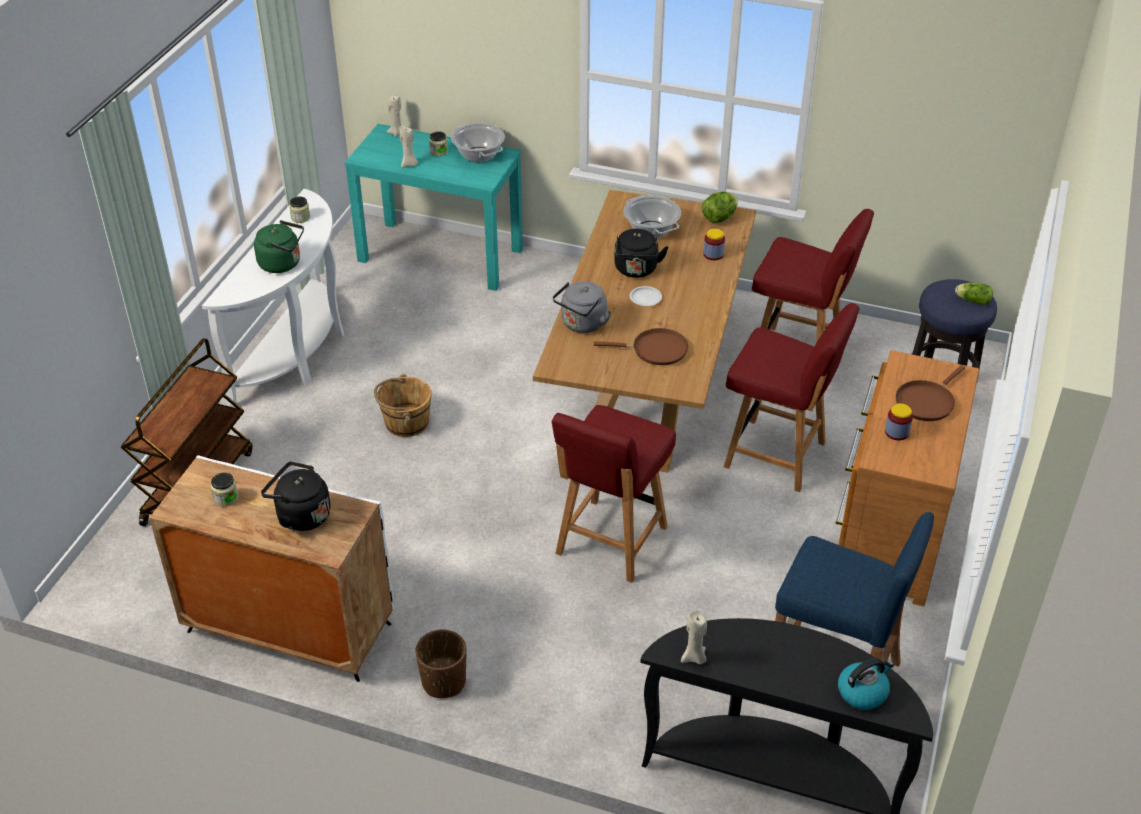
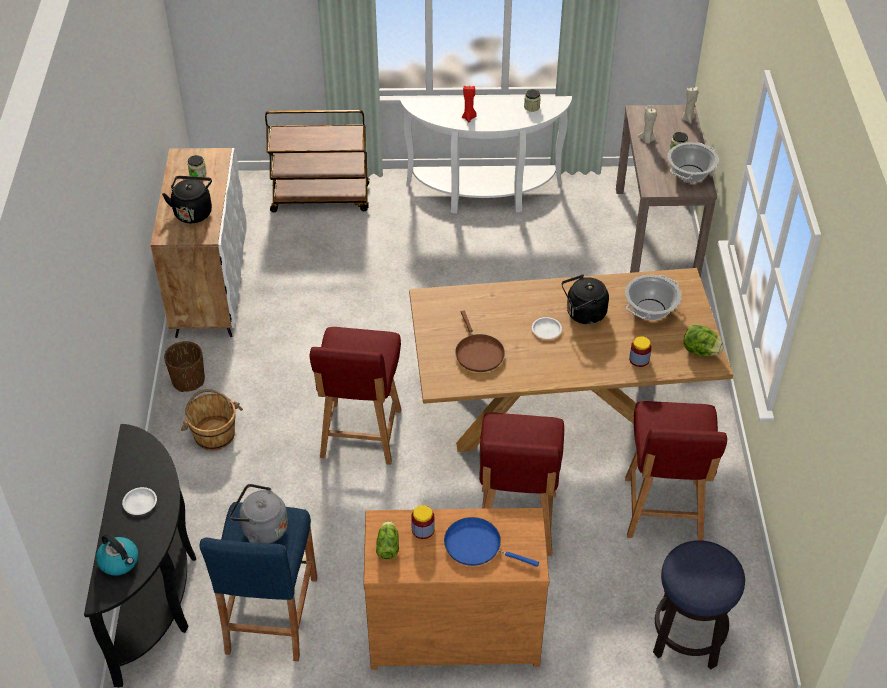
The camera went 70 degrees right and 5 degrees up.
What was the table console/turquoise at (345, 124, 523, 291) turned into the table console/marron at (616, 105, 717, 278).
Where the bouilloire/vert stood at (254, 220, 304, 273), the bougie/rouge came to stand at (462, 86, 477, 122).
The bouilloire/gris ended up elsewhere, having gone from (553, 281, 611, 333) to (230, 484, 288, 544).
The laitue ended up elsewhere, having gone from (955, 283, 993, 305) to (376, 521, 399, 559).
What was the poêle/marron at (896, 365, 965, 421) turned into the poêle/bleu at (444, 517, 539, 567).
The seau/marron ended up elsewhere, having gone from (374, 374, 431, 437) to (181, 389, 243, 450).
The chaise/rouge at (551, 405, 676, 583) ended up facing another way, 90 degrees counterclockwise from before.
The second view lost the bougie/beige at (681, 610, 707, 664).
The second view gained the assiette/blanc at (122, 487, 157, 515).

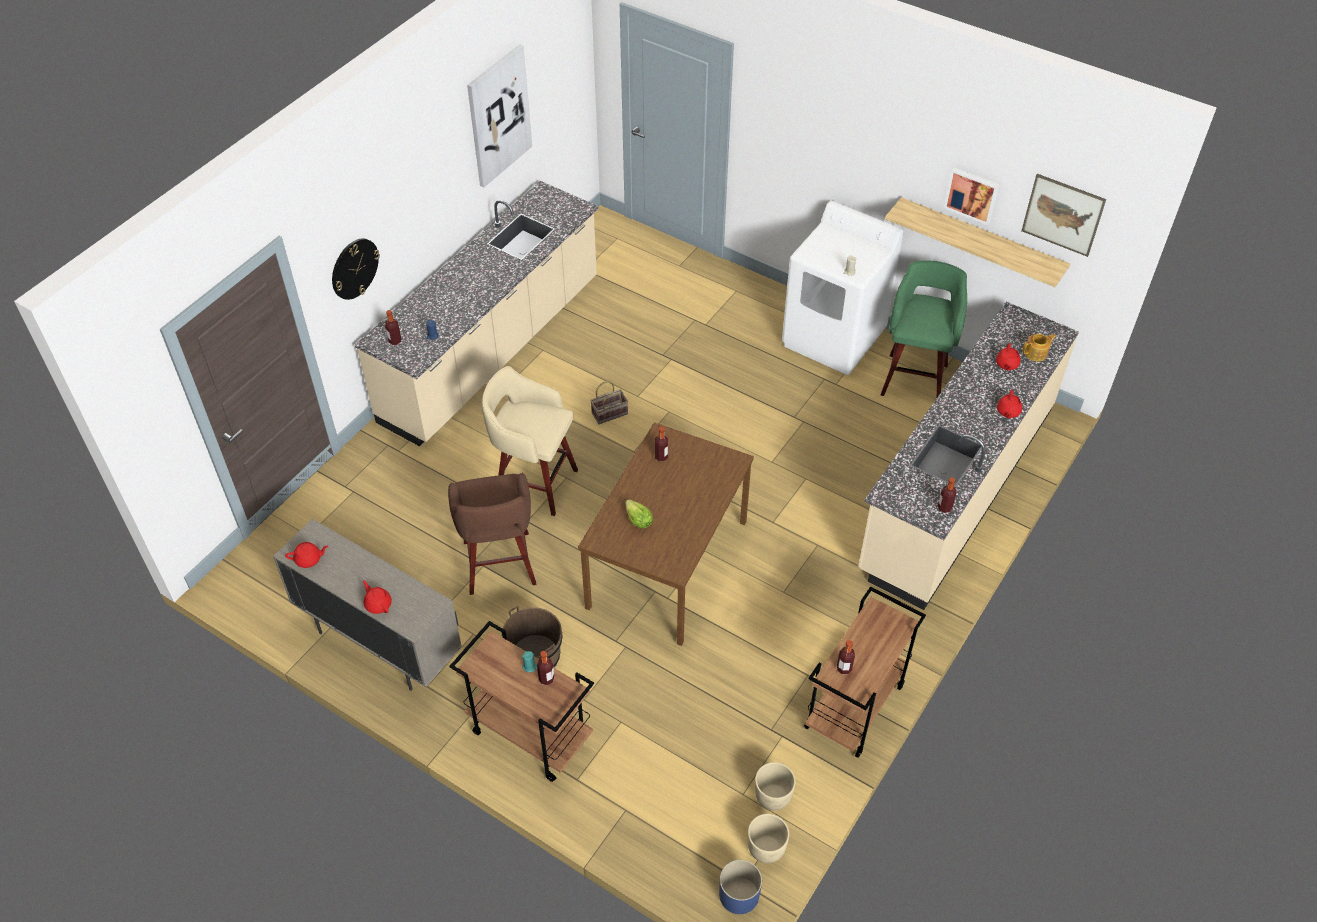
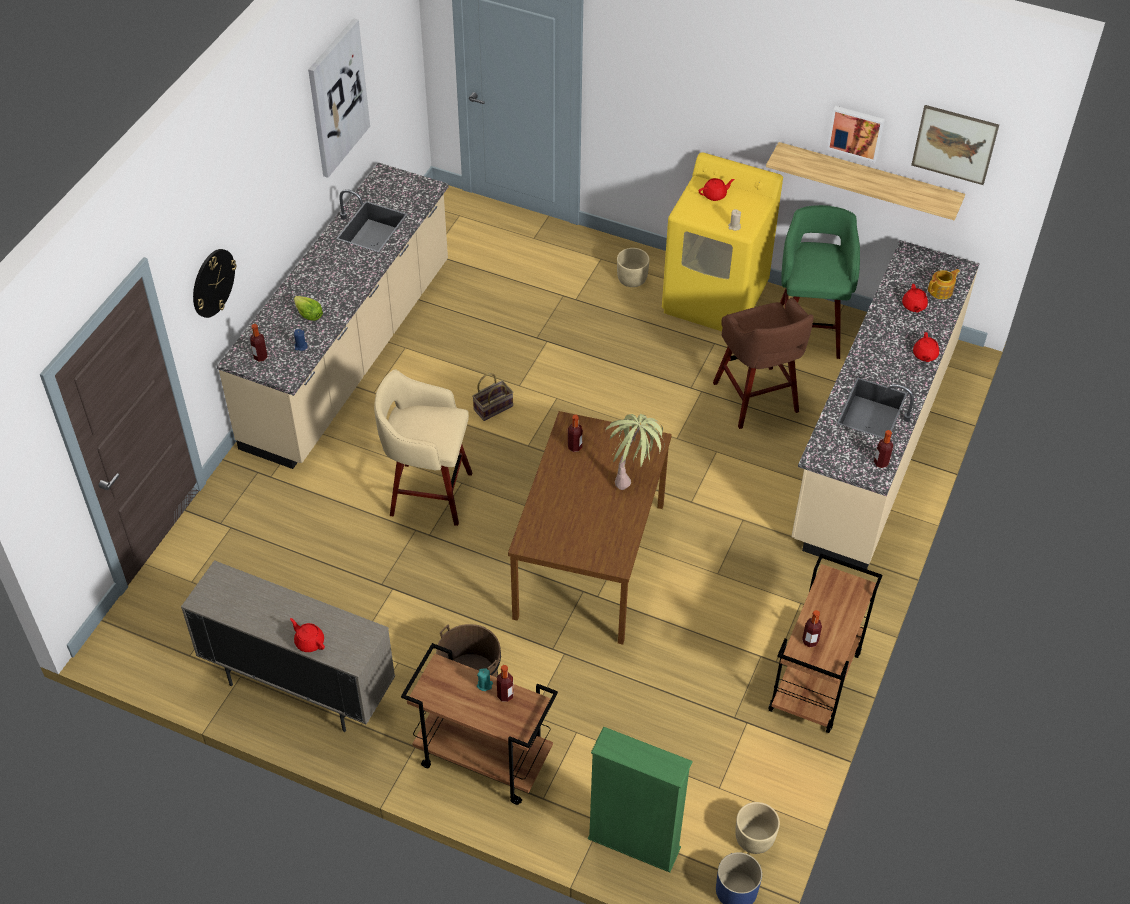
The camera went 10 degrees left and 0 degrees up.
What was the lave-linge/blanc at (782, 201, 903, 375) turned into the lave-linge/jaune at (662, 152, 783, 331).
The tabouret/marron ended up elsewhere, having gone from (448, 473, 536, 595) to (713, 298, 814, 429).
The laitue ended up elsewhere, having gone from (625, 499, 653, 528) to (294, 296, 323, 321).
The théière/rouge ended up elsewhere, having gone from (285, 542, 328, 568) to (699, 178, 735, 201).
The cache-pot/beige ended up elsewhere, having gone from (755, 762, 796, 811) to (617, 248, 650, 287).
The second view gained the plante en pot at (605, 414, 665, 490).
The second view gained the bibliothèque/vert at (588, 726, 693, 873).

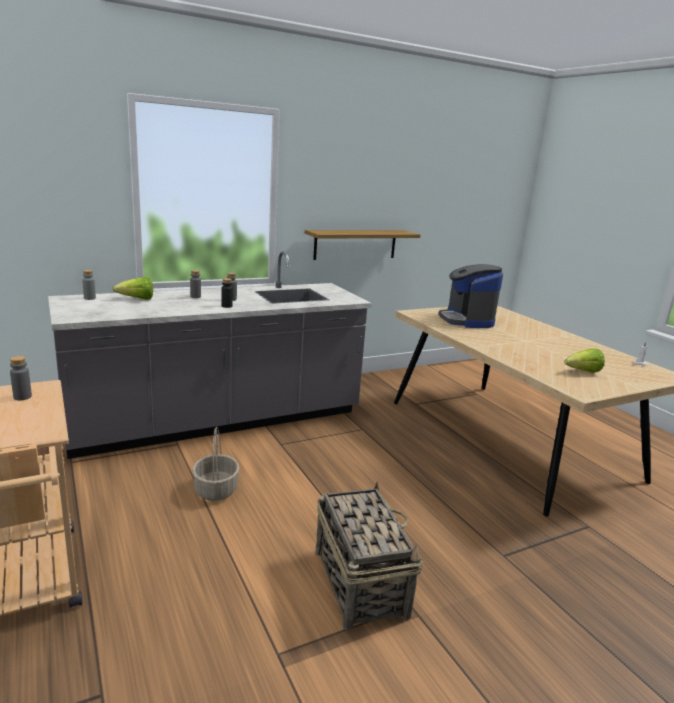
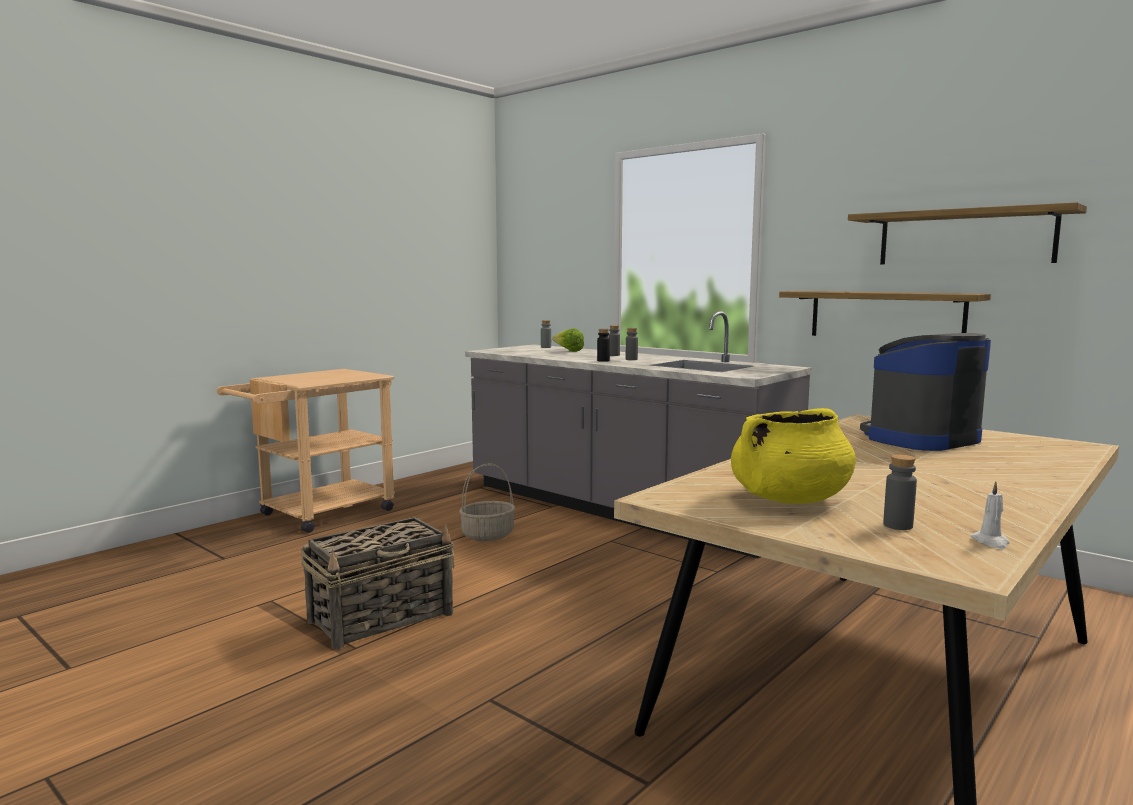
The camera went 70 degrees right and 10 degrees down.
Where the laitue stood at (564, 348, 605, 373), the marmite/jaune came to stand at (731, 408, 856, 504).
The bouteille/gris ended up elsewhere, having gone from (10, 356, 32, 400) to (883, 454, 917, 530).
The second view gained the étagère at (848, 202, 1087, 264).

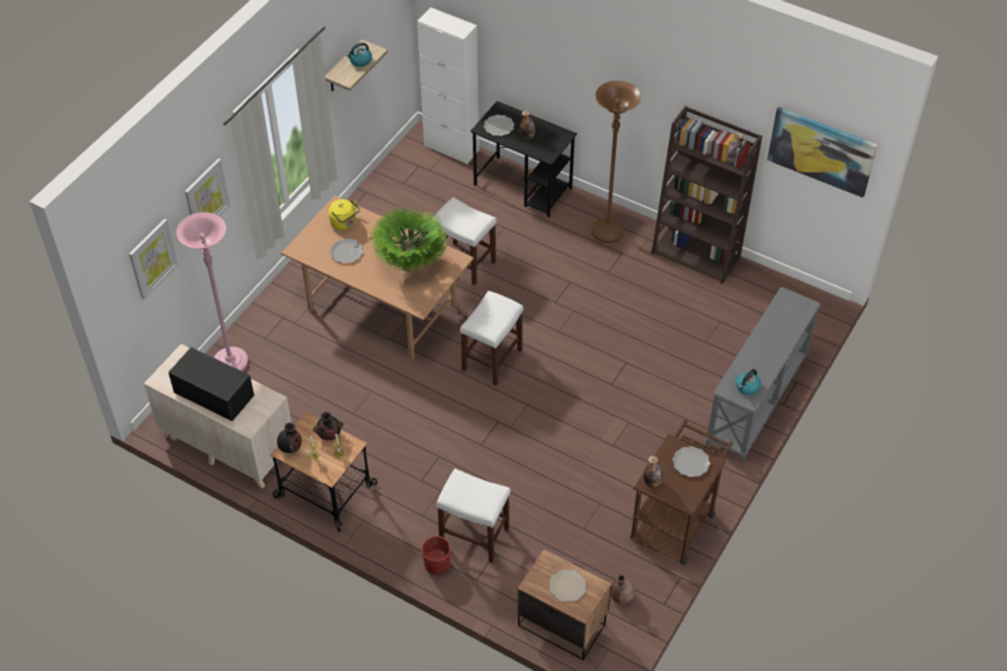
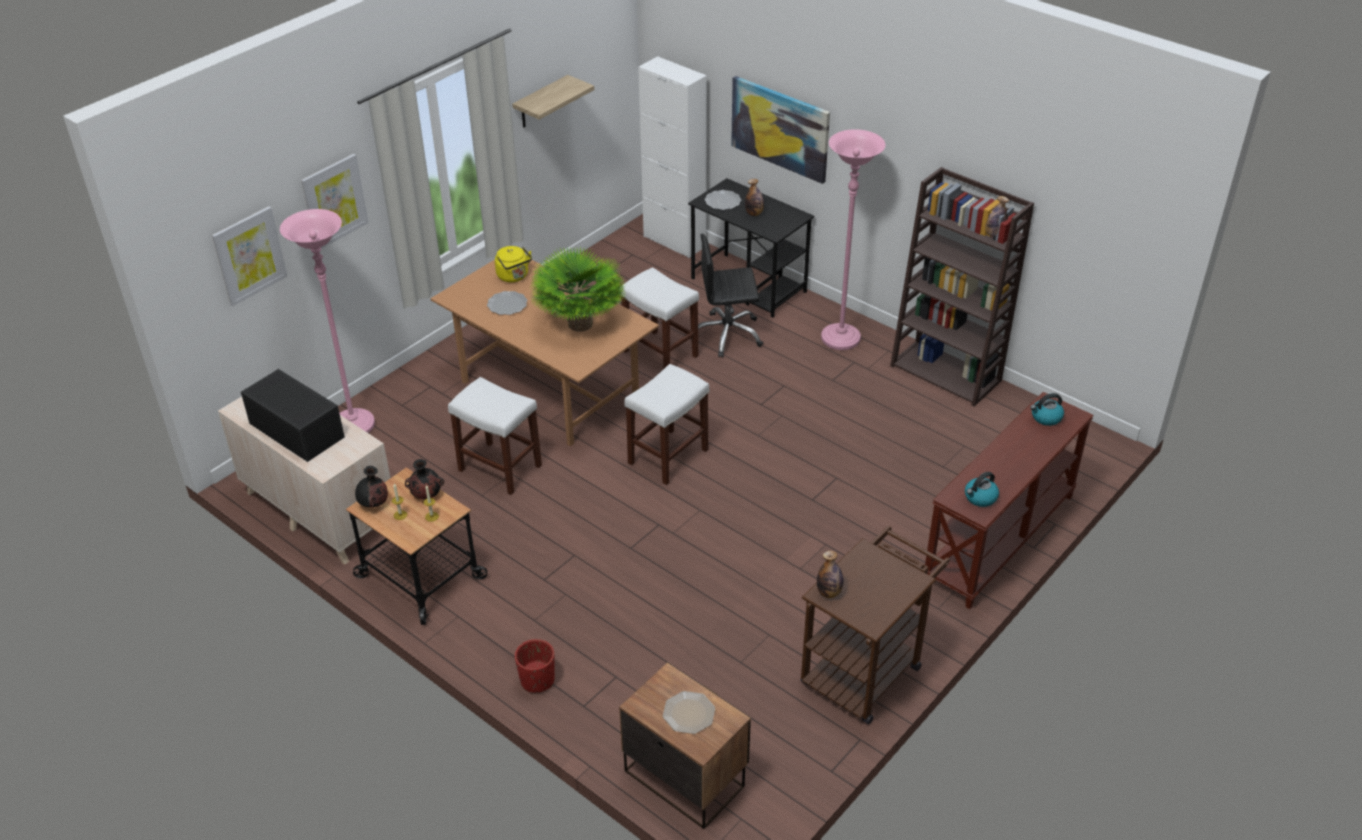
The camera went 10 degrees right and 10 degrees down.
The bouilloire ended up elsewhere, having gone from (346, 43, 372, 67) to (1031, 393, 1064, 426).
What was the lampadaire/marron at (592, 81, 641, 243) turned into the lampadaire/rose at (821, 129, 885, 350).
The tableau ended up elsewhere, having gone from (767, 107, 878, 198) to (731, 76, 830, 184).
What was the table console/gris at (705, 287, 821, 463) turned into the table console/marron at (925, 392, 1094, 609).
The second view lost the assiette at (673, 446, 710, 477).
The tabouret/blanc ended up elsewhere, having gone from (436, 468, 510, 563) to (448, 377, 542, 495).
The second view lost the vase/marron at (611, 573, 635, 604).
The second view gained the chaise de bureau/noir at (691, 234, 763, 358).

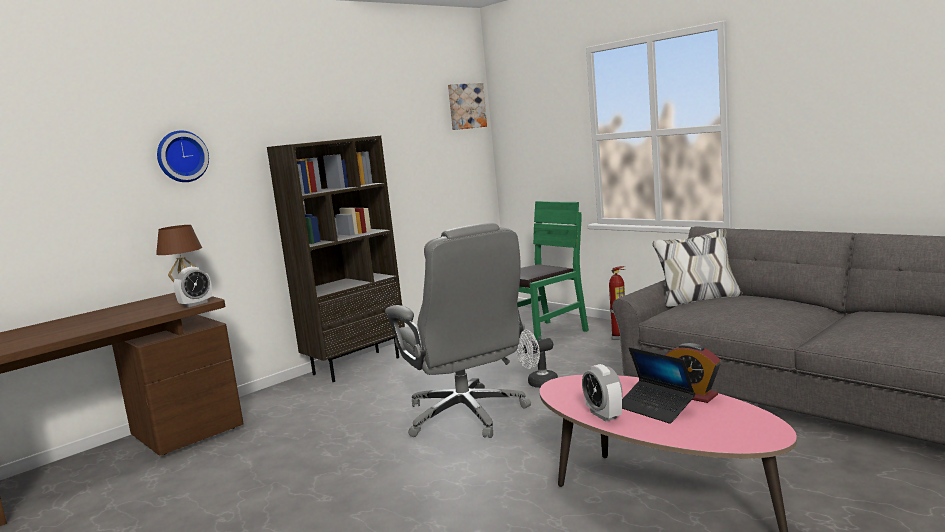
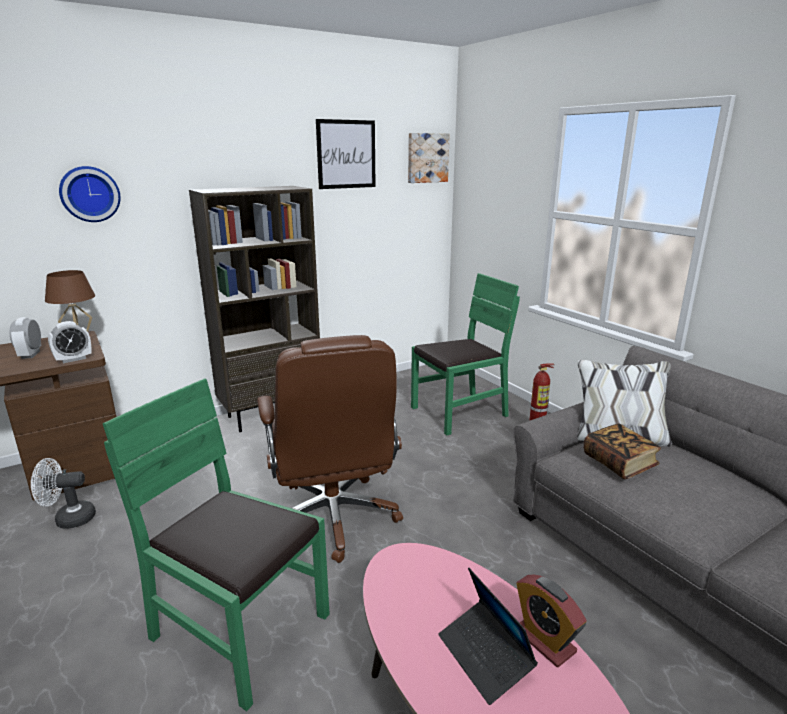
The camera went 10 degrees right and 10 degrees up.
What was the chaise de bureau/gris at (385, 223, 531, 438) turned into the chaise de bureau/marron at (257, 335, 403, 563).
The ventilateur/blanc ended up elsewhere, having gone from (516, 329, 558, 388) to (31, 458, 96, 529).
The réveil ended up elsewhere, having gone from (582, 364, 623, 422) to (9, 317, 41, 359).
The second view gained the tableau at (316, 119, 376, 189).
The second view gained the chaise/vert at (103, 378, 330, 711).
The second view gained the livre at (584, 423, 661, 479).

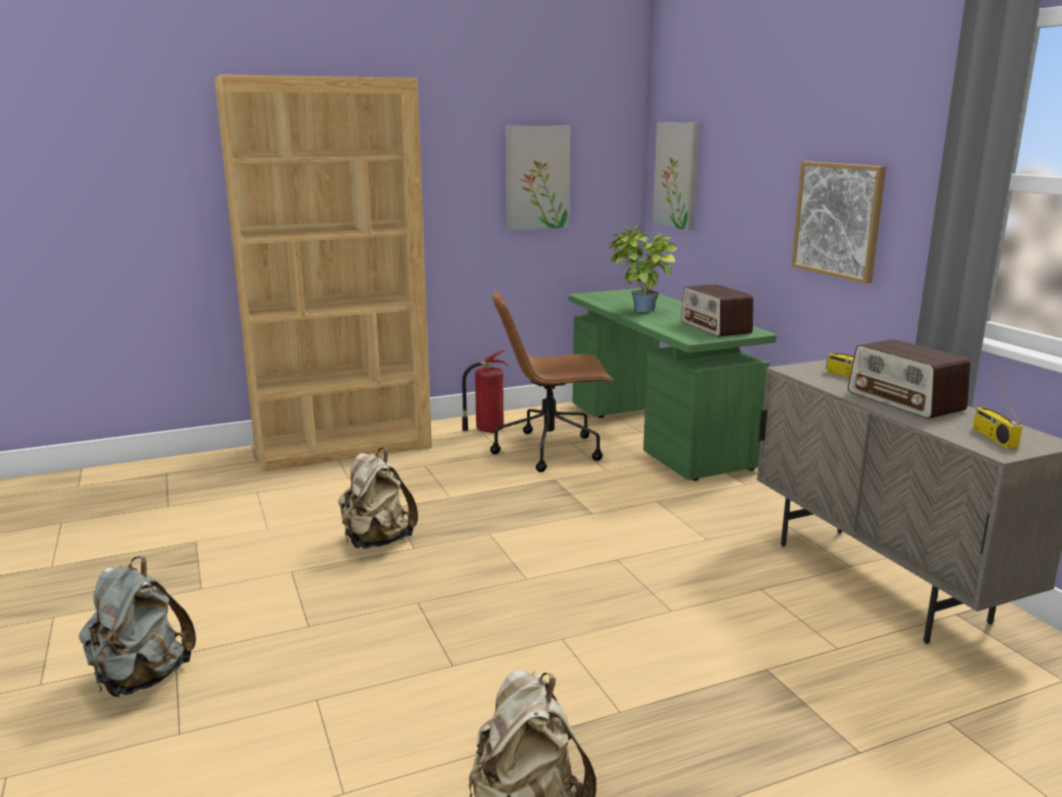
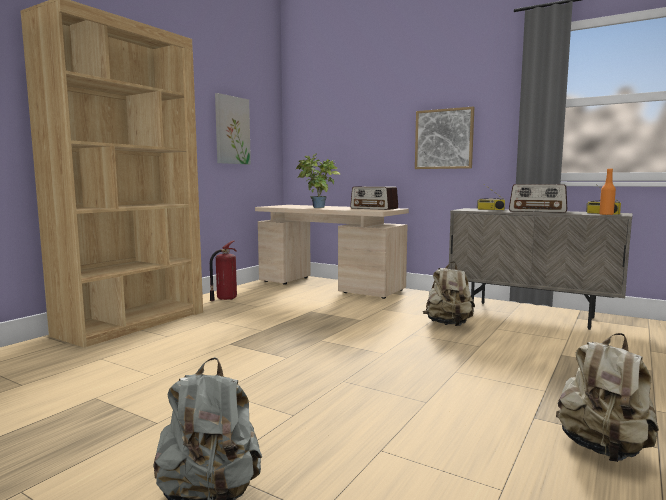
The camera went 35 degrees left and 10 degrees down.
The second view lost the tableau at (653, 122, 699, 231).
What was the bureau/vert at (569, 288, 777, 481) turned into the bureau/beige at (255, 205, 409, 299).
The second view lost the chaise de bureau/marron at (490, 290, 613, 472).
The sac à dos/beige ended up elsewhere, having gone from (338, 448, 418, 549) to (423, 261, 475, 326).
The second view gained the bouteille/orange at (599, 169, 616, 215).

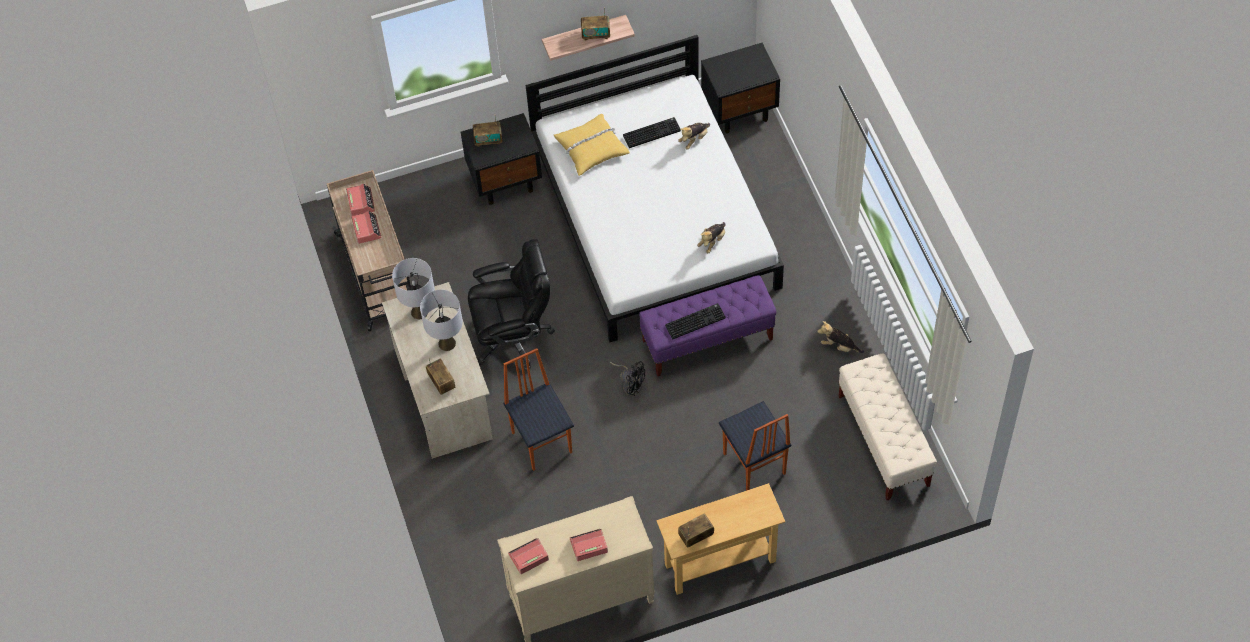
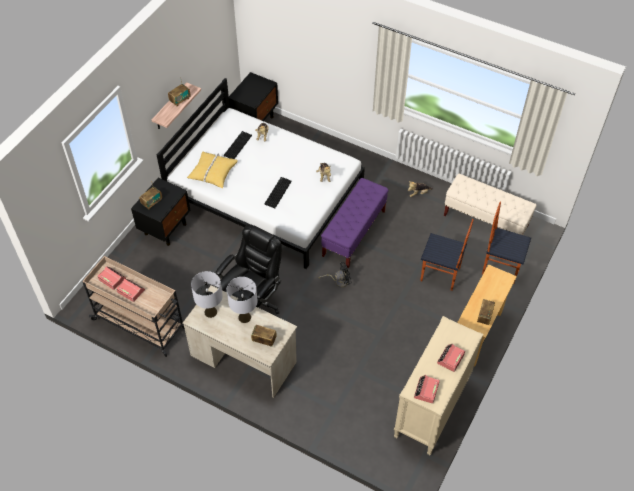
The camera went 45 degrees left and 5 degrees down.
The clavier ended up elsewhere, having gone from (665, 303, 726, 339) to (265, 177, 291, 208).
The chaise ended up elsewhere, having gone from (503, 348, 574, 471) to (482, 201, 531, 284).

